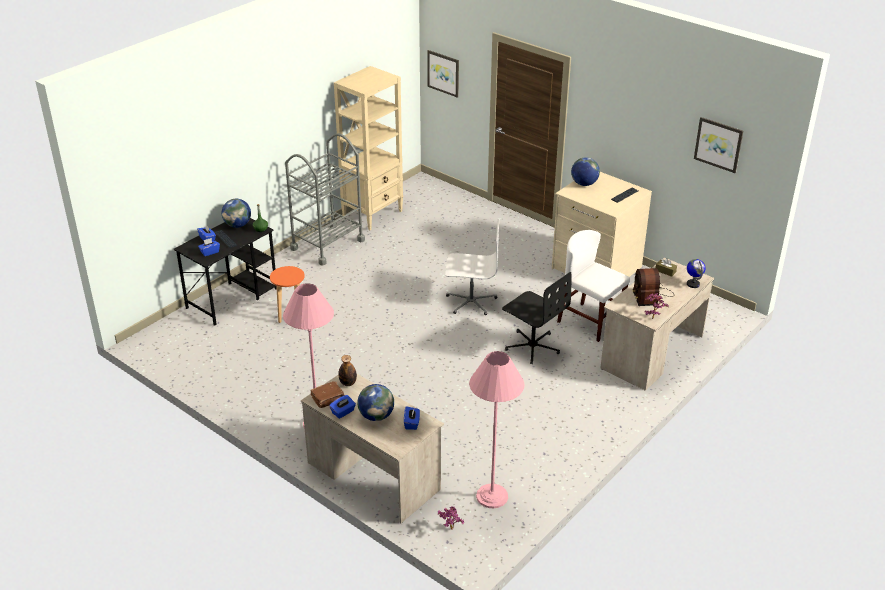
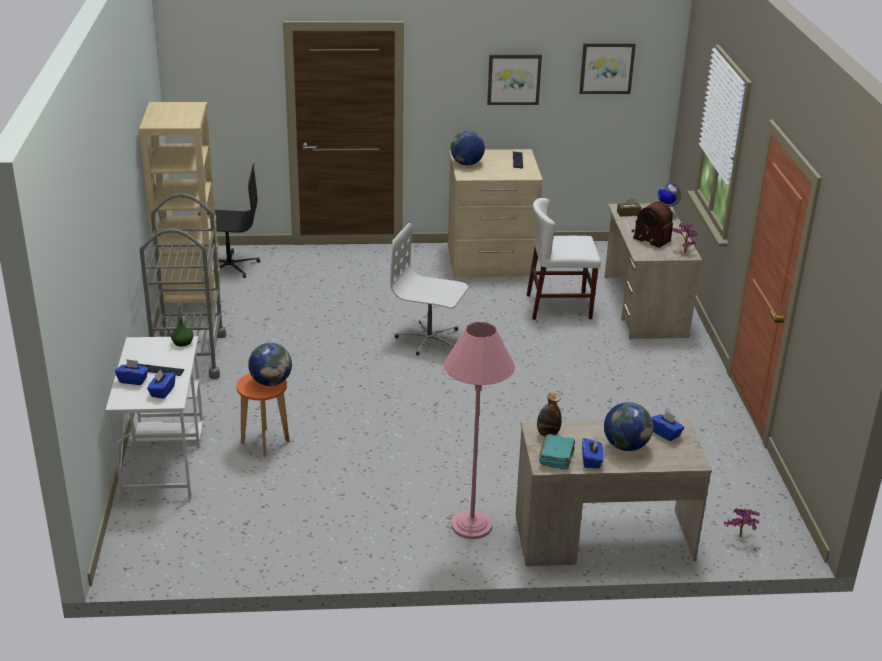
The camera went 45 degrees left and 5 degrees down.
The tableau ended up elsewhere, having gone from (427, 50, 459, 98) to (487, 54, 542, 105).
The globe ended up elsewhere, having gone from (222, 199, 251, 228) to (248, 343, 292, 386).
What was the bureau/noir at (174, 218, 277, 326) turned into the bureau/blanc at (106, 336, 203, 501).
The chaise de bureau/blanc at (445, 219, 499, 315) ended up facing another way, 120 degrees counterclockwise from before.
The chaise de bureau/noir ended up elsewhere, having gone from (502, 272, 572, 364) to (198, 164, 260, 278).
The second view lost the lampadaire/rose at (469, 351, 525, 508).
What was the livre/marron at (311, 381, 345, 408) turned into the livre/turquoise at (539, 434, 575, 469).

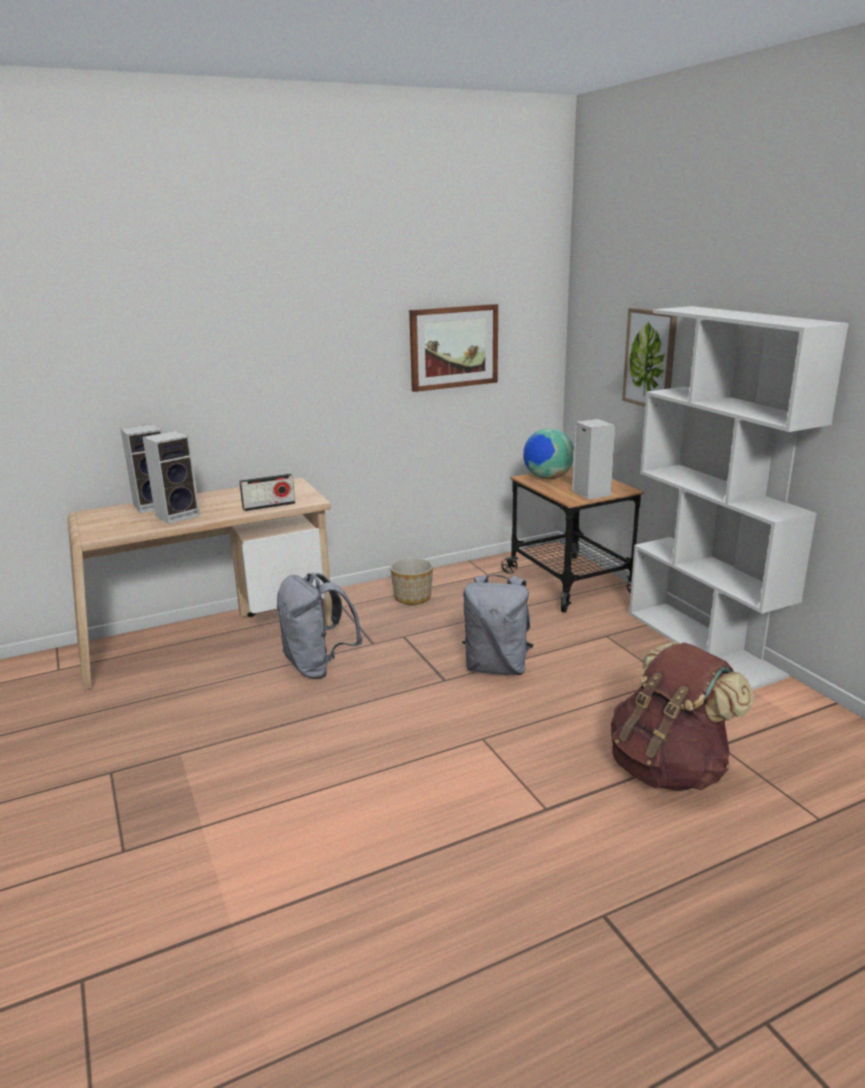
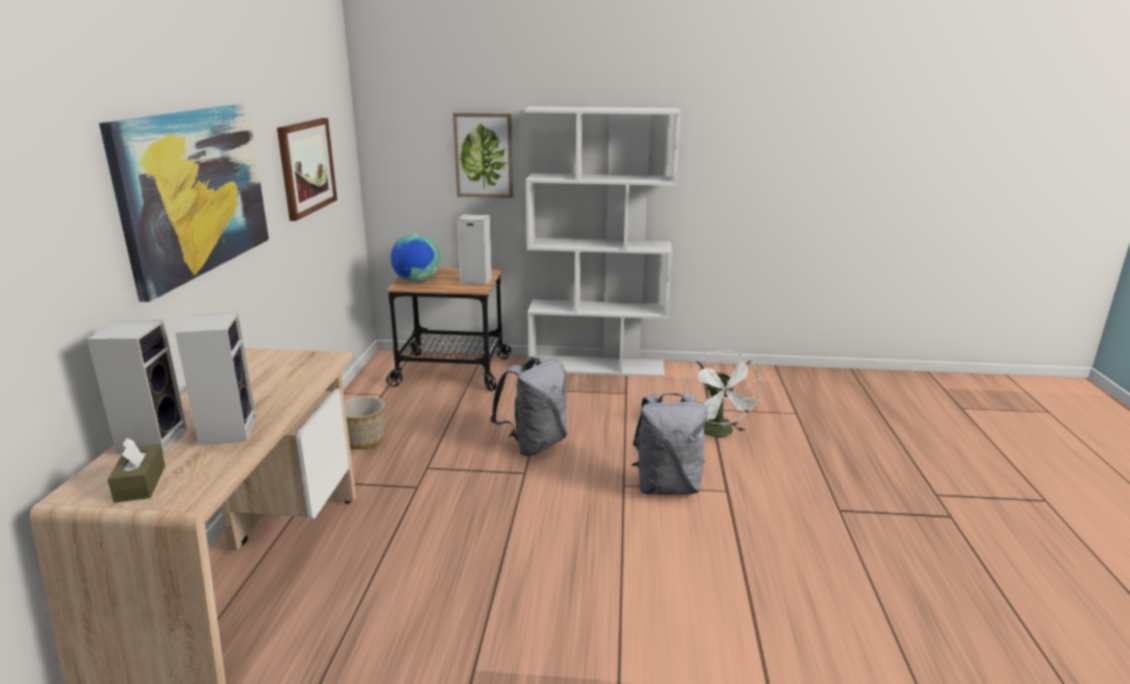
The camera went 60 degrees left and 0 degrees up.
The second view lost the radio at (239, 474, 295, 511).
The sac à dos/gris ended up elsewhere, having gone from (277, 573, 362, 679) to (632, 392, 708, 495).
Where the sac à dos/marron stood at (611, 642, 754, 791), the ventilateur/blanc came to stand at (685, 350, 763, 437).
The second view gained the tableau at (99, 104, 269, 302).
The second view gained the boîte à mouchoirs/marron at (108, 437, 165, 503).

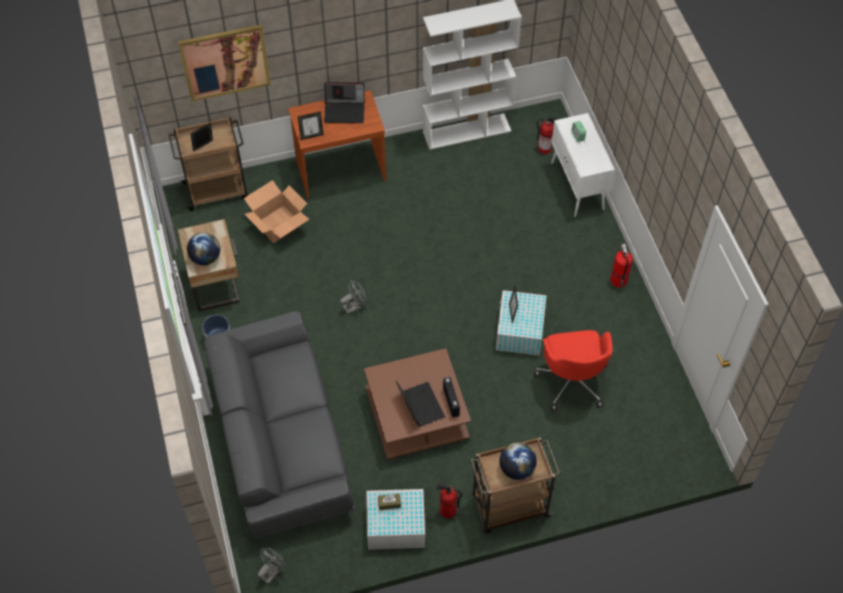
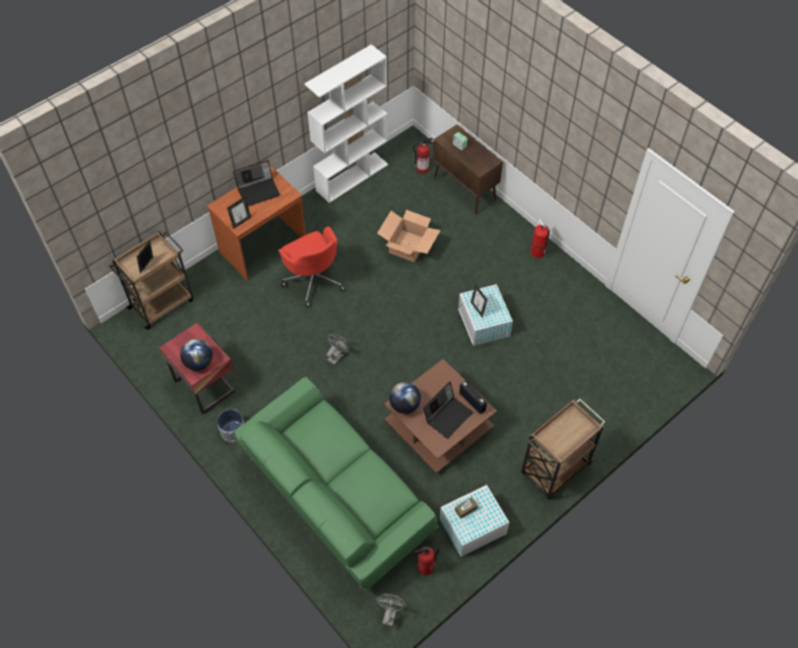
The camera went 25 degrees left and 0 degrees up.
The second view lost the tableau at (178, 24, 271, 102).
What was the meuble de rangement/blanc at (551, 113, 615, 217) turned into the meuble de rangement/marron at (433, 125, 503, 214).
The carton ended up elsewhere, having gone from (244, 180, 309, 243) to (377, 210, 441, 262).
What was the table de chevet/beige at (178, 219, 240, 311) turned into the table de chevet/rouge at (160, 322, 235, 415).
What was the canapé/gris at (204, 311, 356, 539) turned into the canapé/vert at (234, 377, 439, 591).
The chaise de bureau/rouge ended up elsewhere, having gone from (534, 330, 613, 411) to (278, 226, 346, 308).
The ordinateur portable at (396, 381, 445, 427) ended up facing another way, 90 degrees clockwise from before.
The globe ended up elsewhere, having gone from (499, 442, 537, 480) to (389, 382, 421, 414).
The extincteur ended up elsewhere, having gone from (436, 484, 462, 518) to (415, 546, 439, 575).

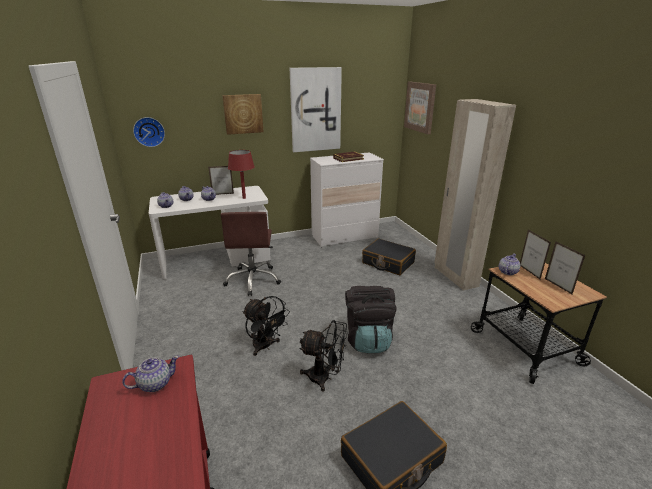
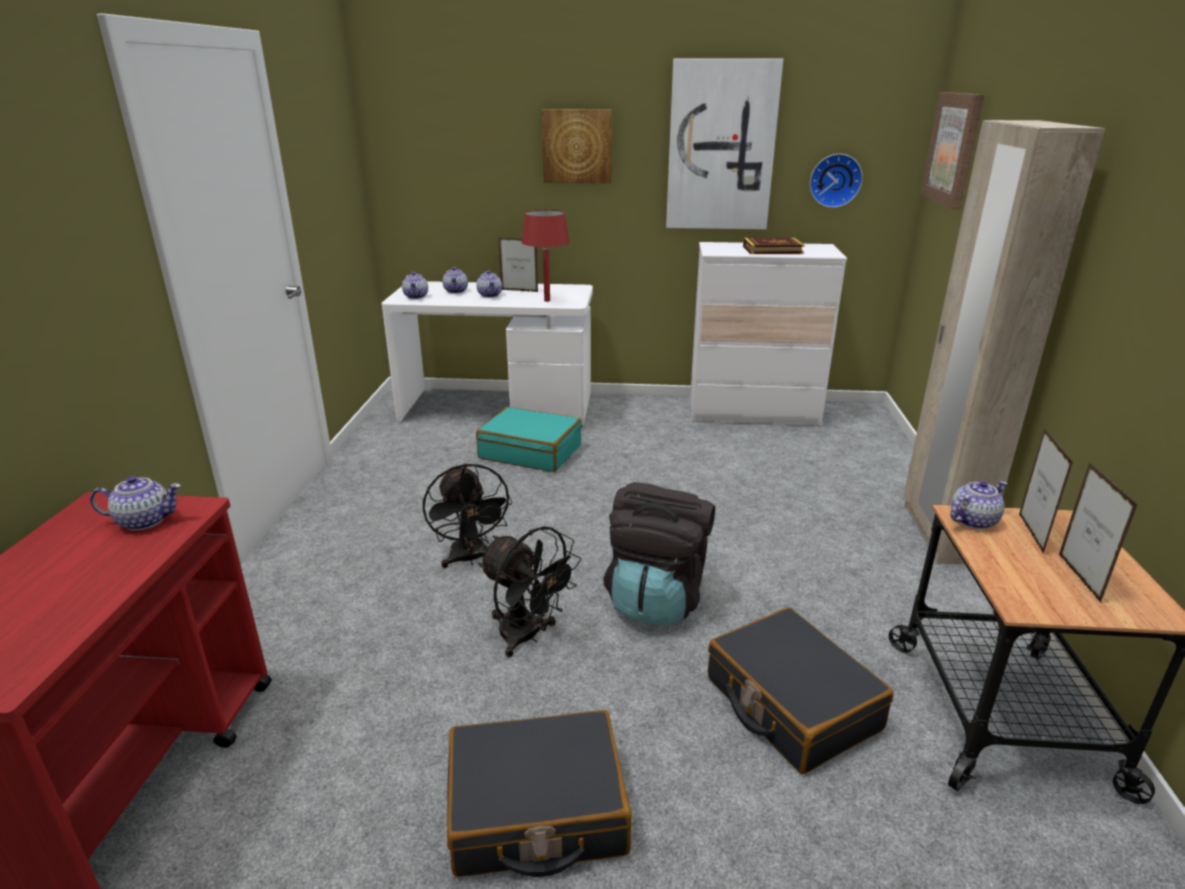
The camera went 25 degrees right and 0 degrees up.
The horloge murale ended up elsewhere, having gone from (133, 117, 165, 147) to (810, 154, 863, 208).
Where the chaise de bureau/marron stood at (220, 212, 281, 296), the valise/turquoise came to stand at (476, 407, 582, 472).
The valise/noir ended up elsewhere, having gone from (362, 238, 416, 275) to (708, 607, 894, 774).

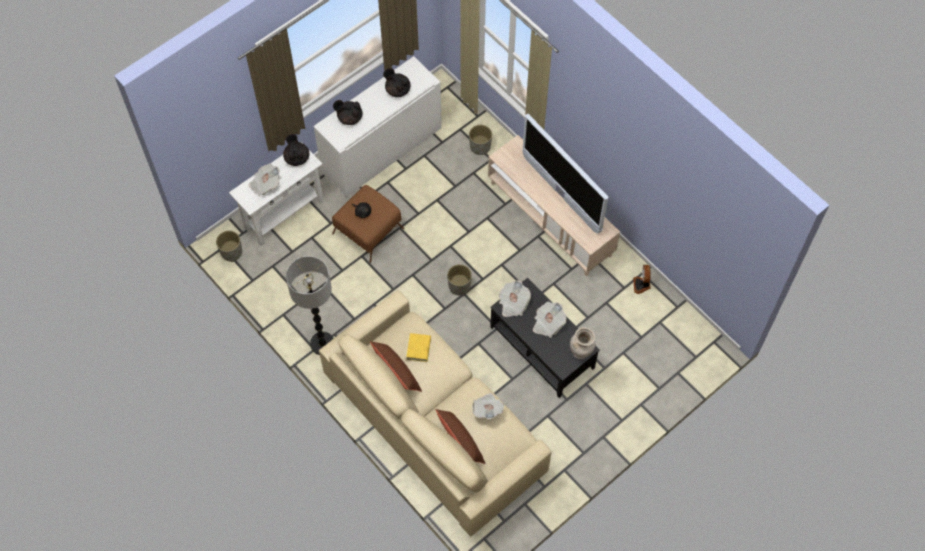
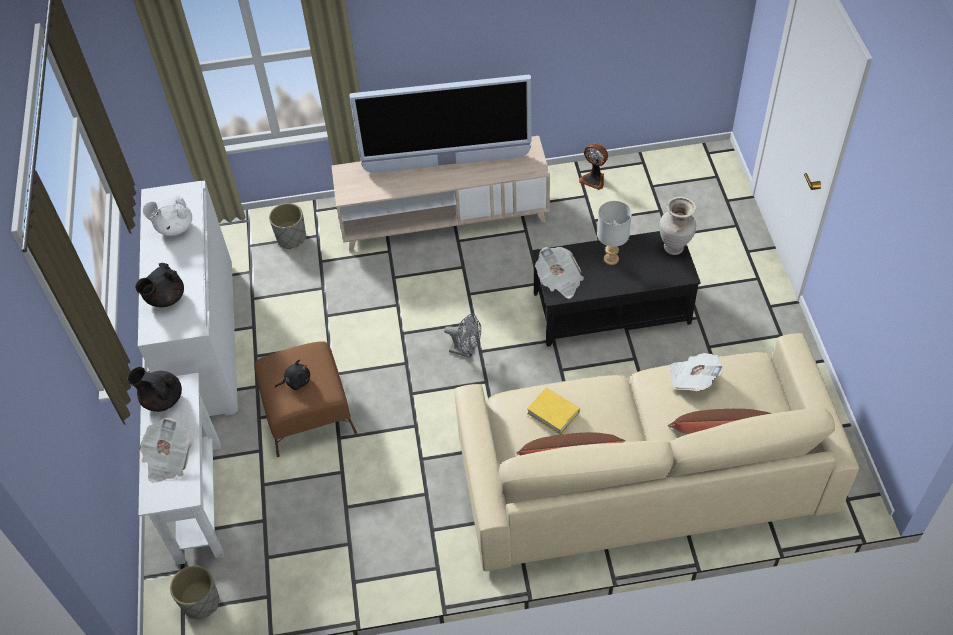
The camera went 55 degrees left and 10 degrees down.
What was the théière/noir at (383, 68, 411, 97) turned into the théière/blanc at (142, 195, 192, 236).
The second view lost the lampadaire at (286, 256, 334, 355).
Where the cache-pot/gris stood at (447, 264, 472, 295), the ventilateur/gris came to stand at (444, 313, 481, 358).
Where the journal stood at (533, 302, 567, 338), the lampe de table/gris came to stand at (597, 201, 632, 265).

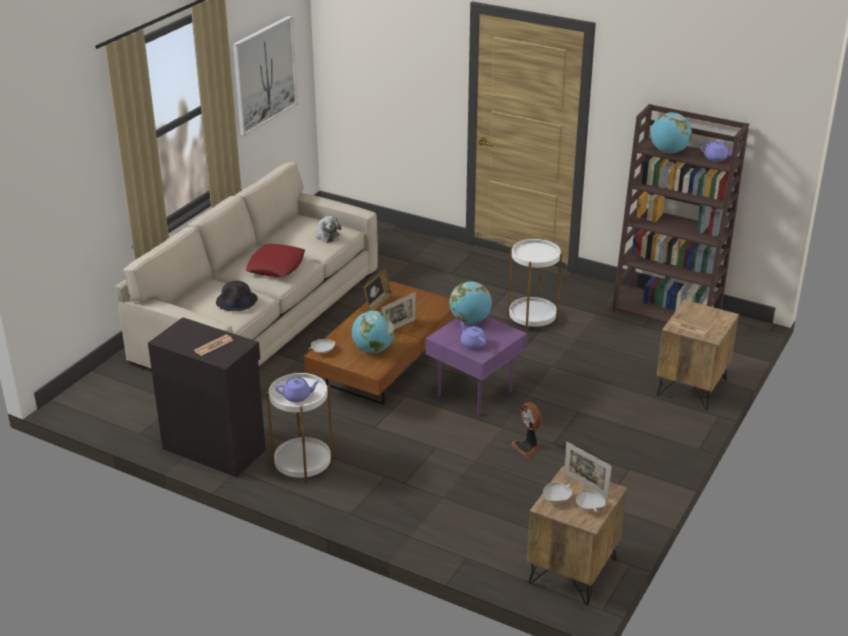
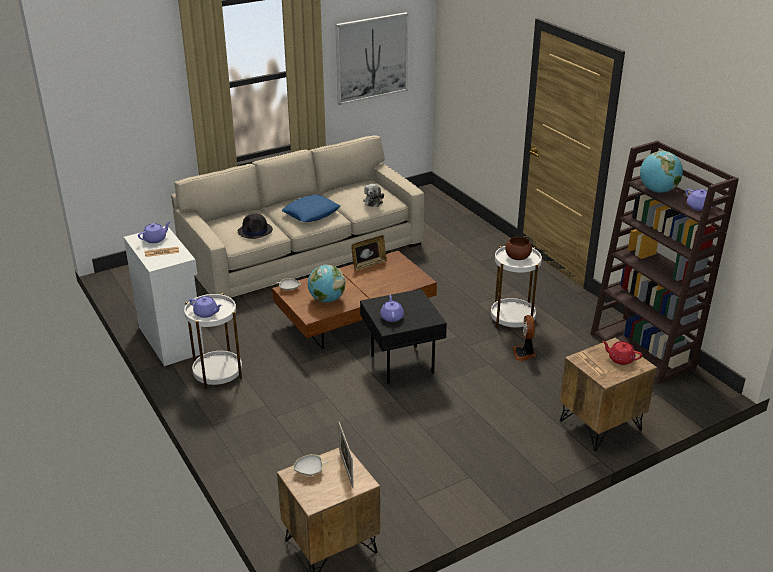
The camera went 30 degrees right and 0 degrees up.
What was the coussin/rouge at (246, 244, 305, 277) turned into the coussin/bleu at (282, 195, 340, 222).
The second view lost the globe at (450, 281, 492, 324).
The second view lost the cadre photo at (381, 293, 416, 329).
What was the table d'appoint/violet at (425, 316, 527, 416) turned into the table d'appoint/noir at (360, 289, 447, 384).
What was the meuble de rangement/noir at (148, 317, 266, 477) turned into the meuble de rangement/blanc at (124, 227, 204, 366).
The ventilateur ended up elsewhere, having gone from (511, 402, 542, 457) to (513, 315, 536, 361).
The second view lost the bol/blanc at (576, 489, 606, 512).
The second view gained the théière/violet at (138, 221, 171, 243).
The second view gained the bol/marron at (505, 237, 532, 260).
The second view gained the théière/rouge at (602, 340, 642, 365).

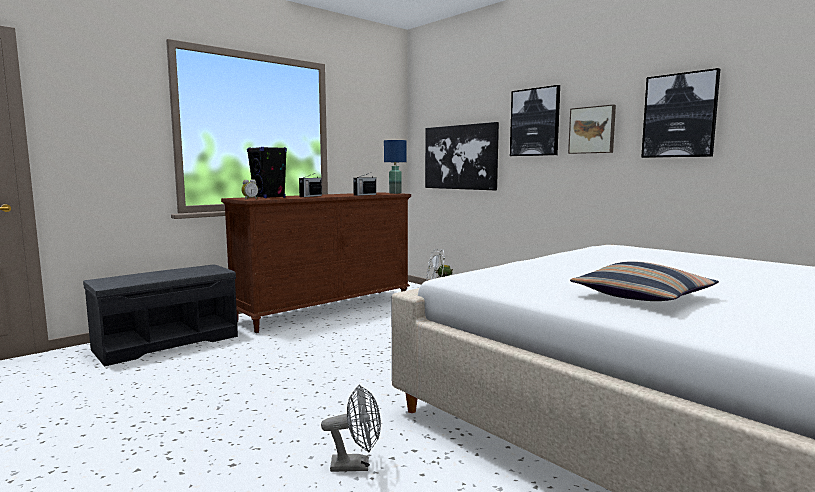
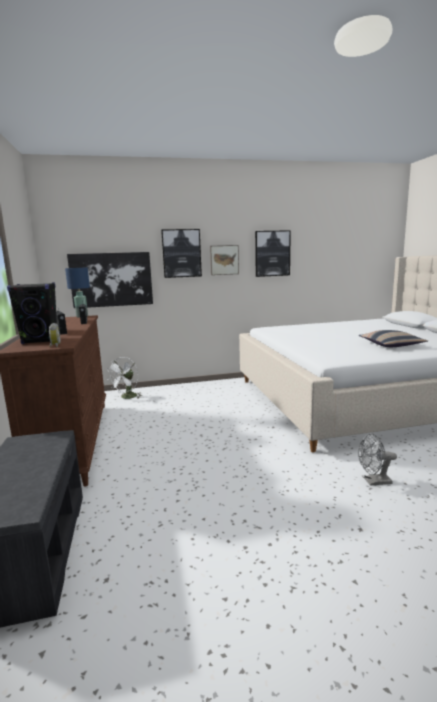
The camera went 60 degrees left and 5 degrees up.
The ventilateur/gris at (321, 385, 381, 472) ended up facing another way, 120 degrees counterclockwise from before.

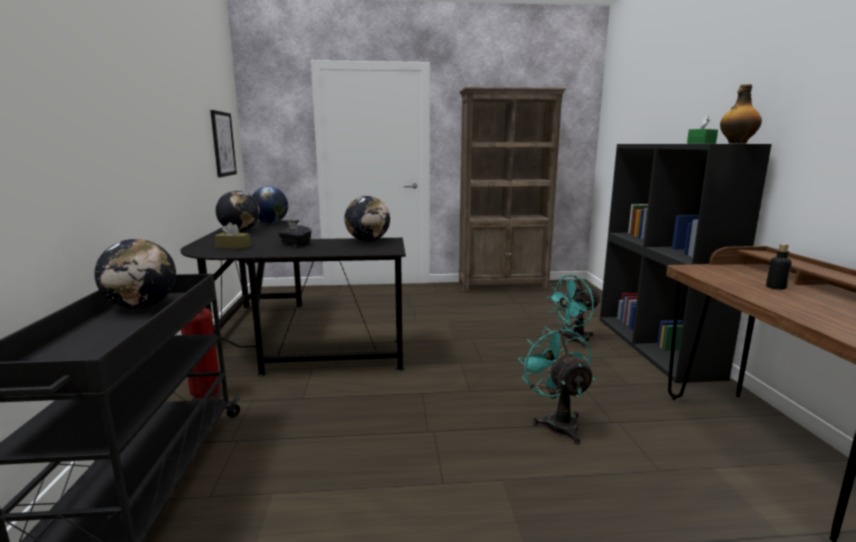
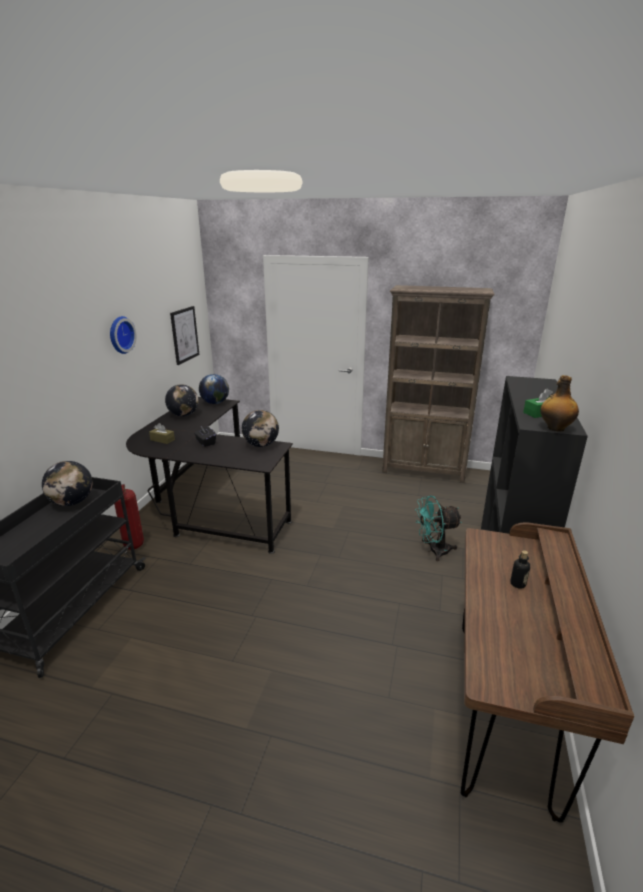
The camera went 20 degrees right and 10 degrees up.
The second view lost the ventilateur/turquoise at (519, 326, 595, 444).
The second view gained the horloge murale at (110, 316, 137, 354).

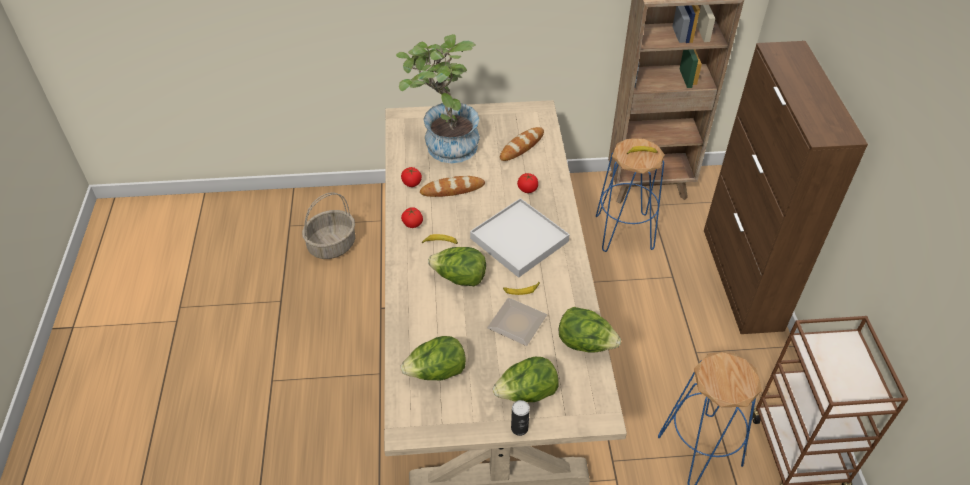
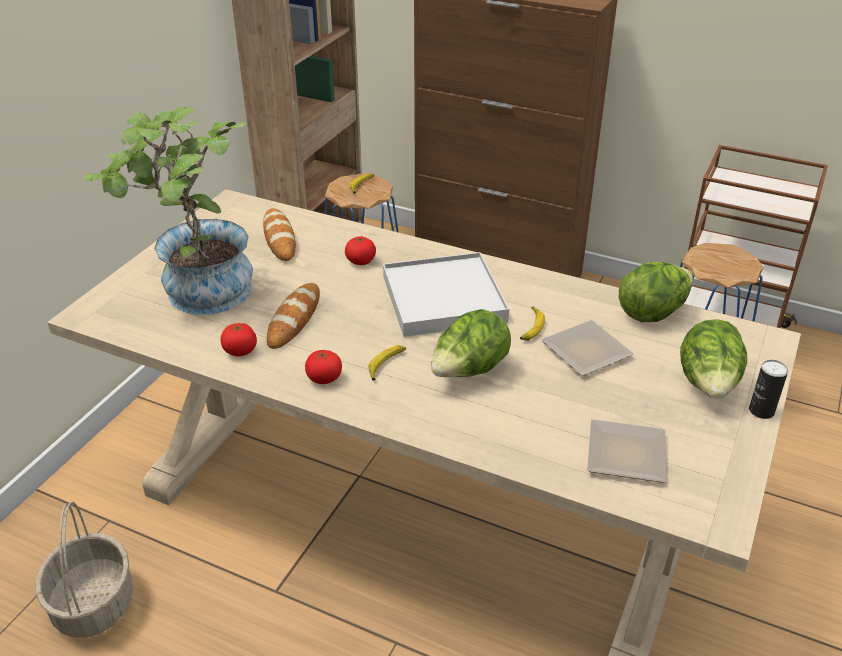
The camera went 60 degrees left and 10 degrees down.
Where the laitue stood at (401, 336, 466, 381), the assiette came to stand at (587, 419, 667, 483).

